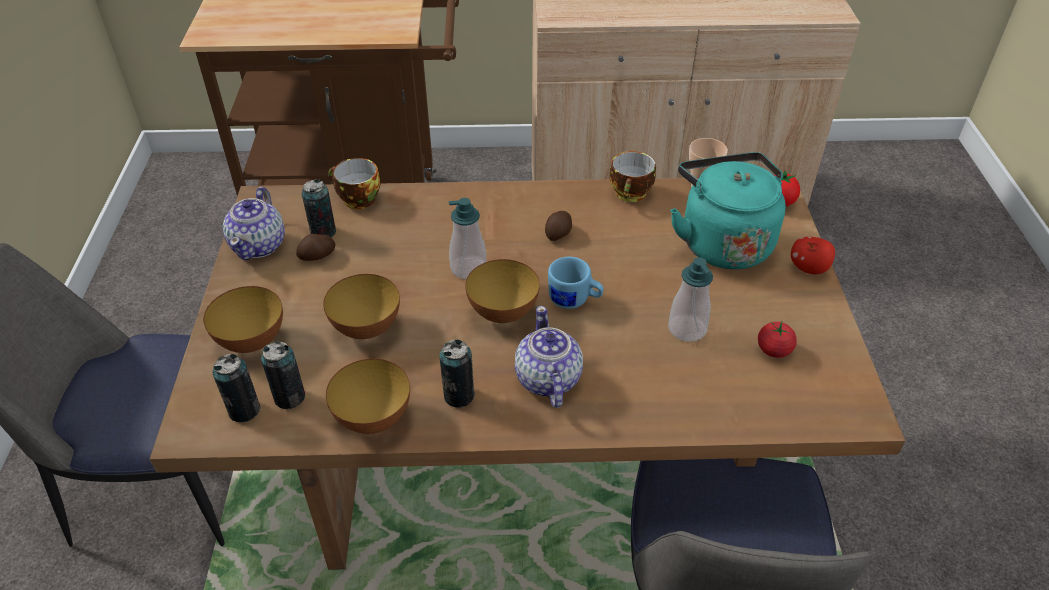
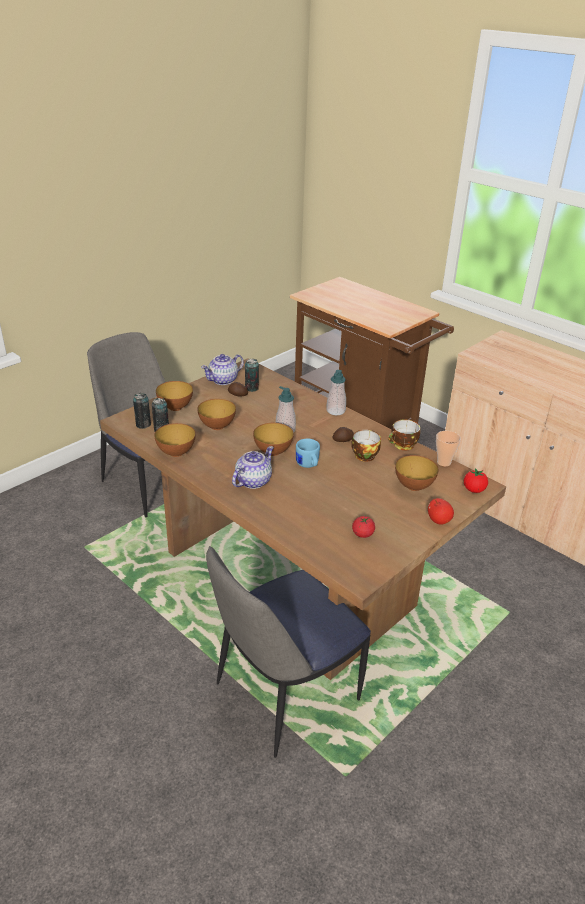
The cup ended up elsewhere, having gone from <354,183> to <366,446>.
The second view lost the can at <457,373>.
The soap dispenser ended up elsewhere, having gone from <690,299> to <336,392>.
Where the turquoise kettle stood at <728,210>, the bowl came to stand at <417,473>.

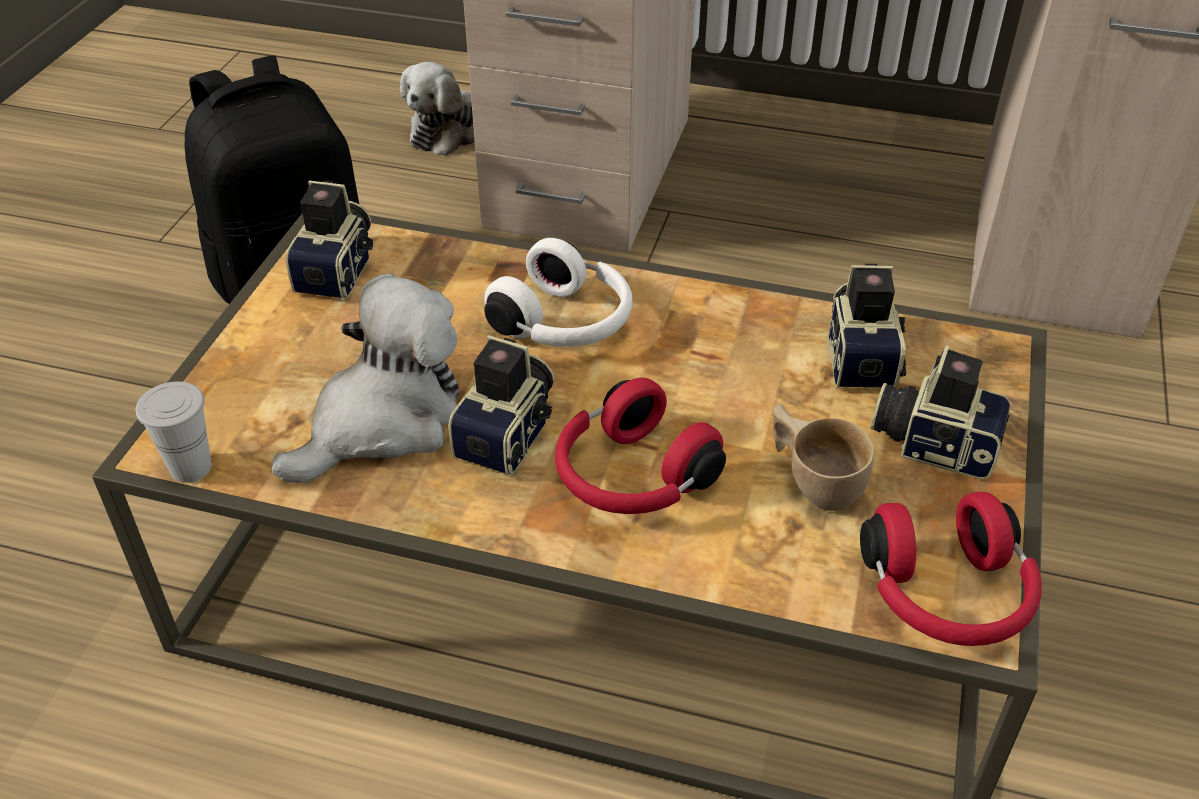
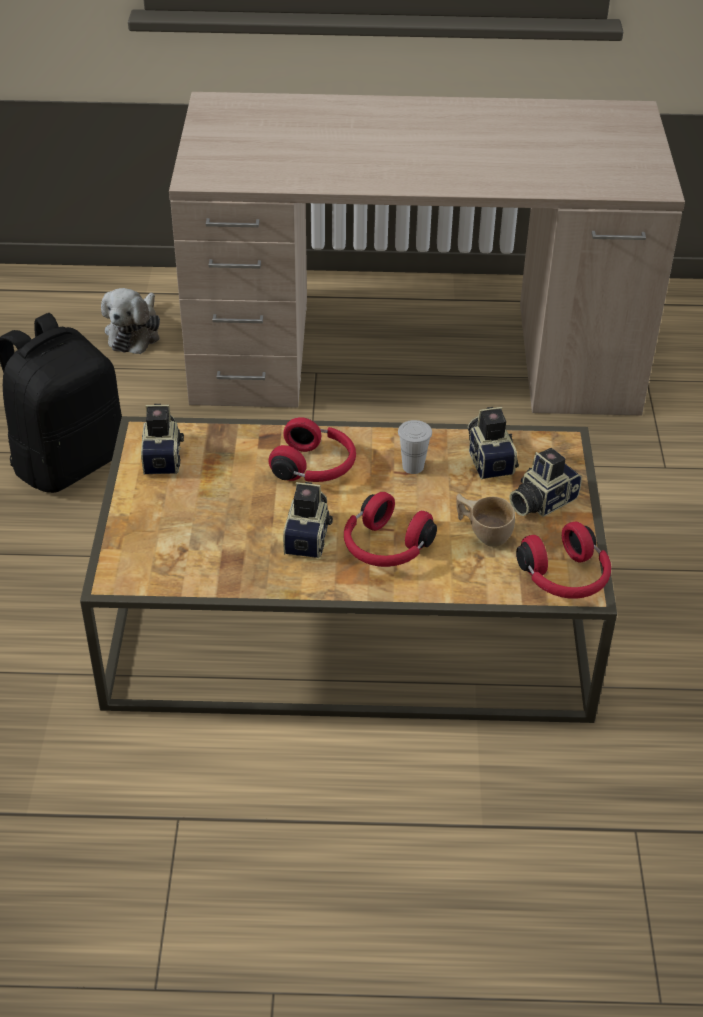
The white cup ended up elsewhere, having gone from <173,432> to <415,447>.
The second view lost the plush toy at <365,378>.
What was the white headphones at <558,292> turned into the red headphones at <312,449>.
The photo camera at <941,412> ended up facing another way, 45 degrees counterclockwise from before.

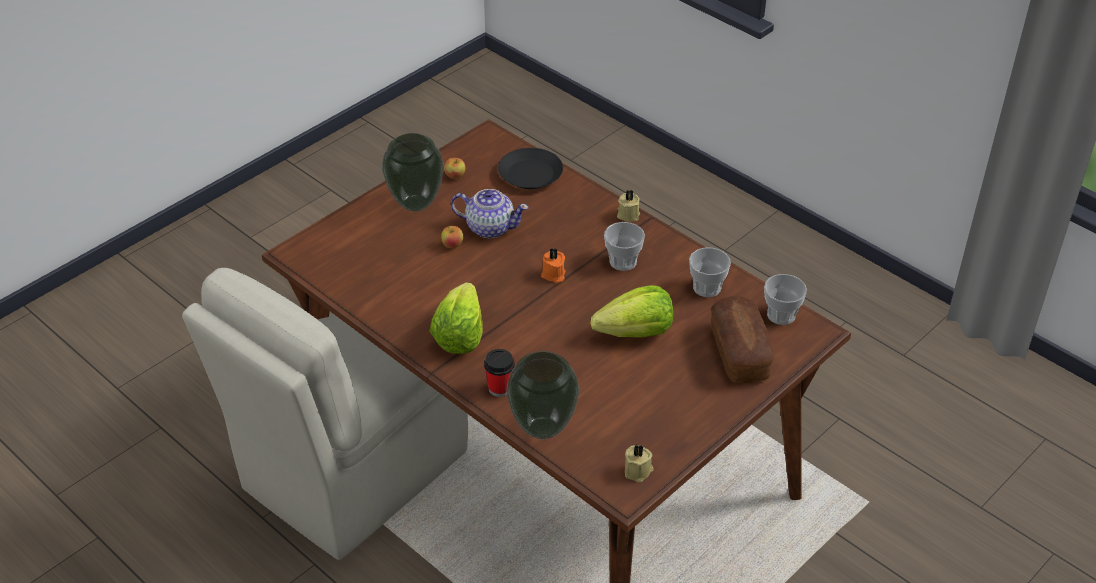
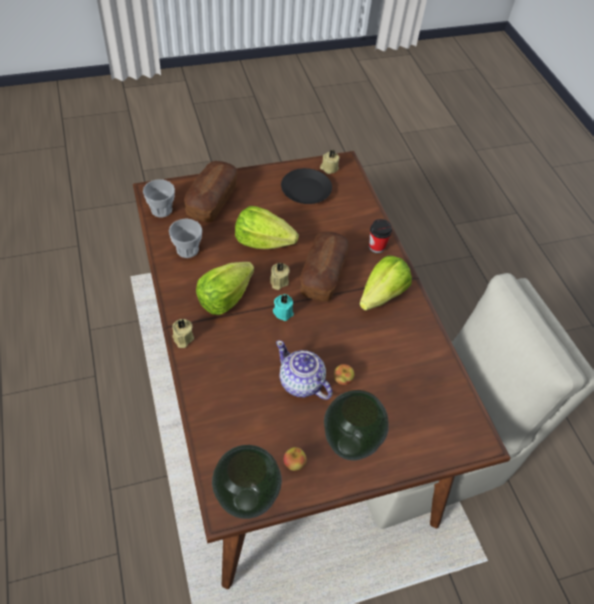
The black plate ended up elsewhere, having gone from <530,168> to <306,186>.
The vase ended up elsewhere, having gone from <542,395> to <247,482>.
What was the orange candle at <553,265> turned into the turquoise candle at <283,307>.
Where the cup stood at <624,246>, the lettuce came to stand at <225,288>.
The second view gained the beige candle at <280,276>.
The second view gained the bread at <324,266>.

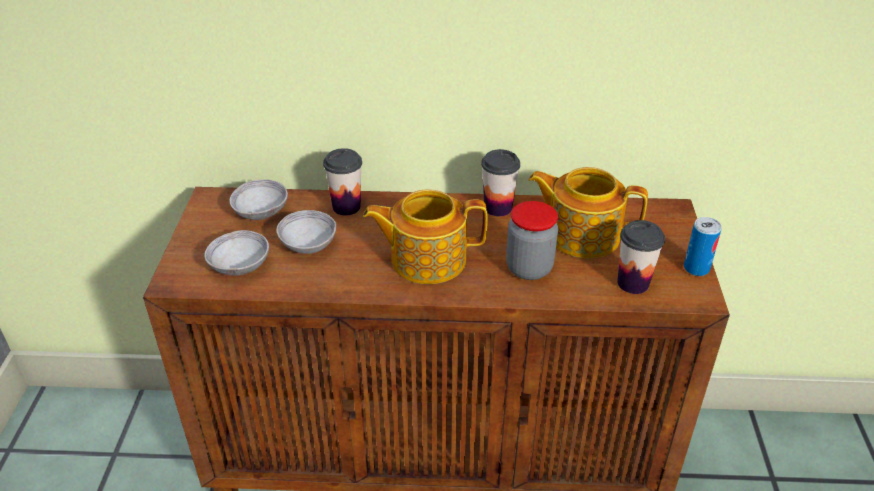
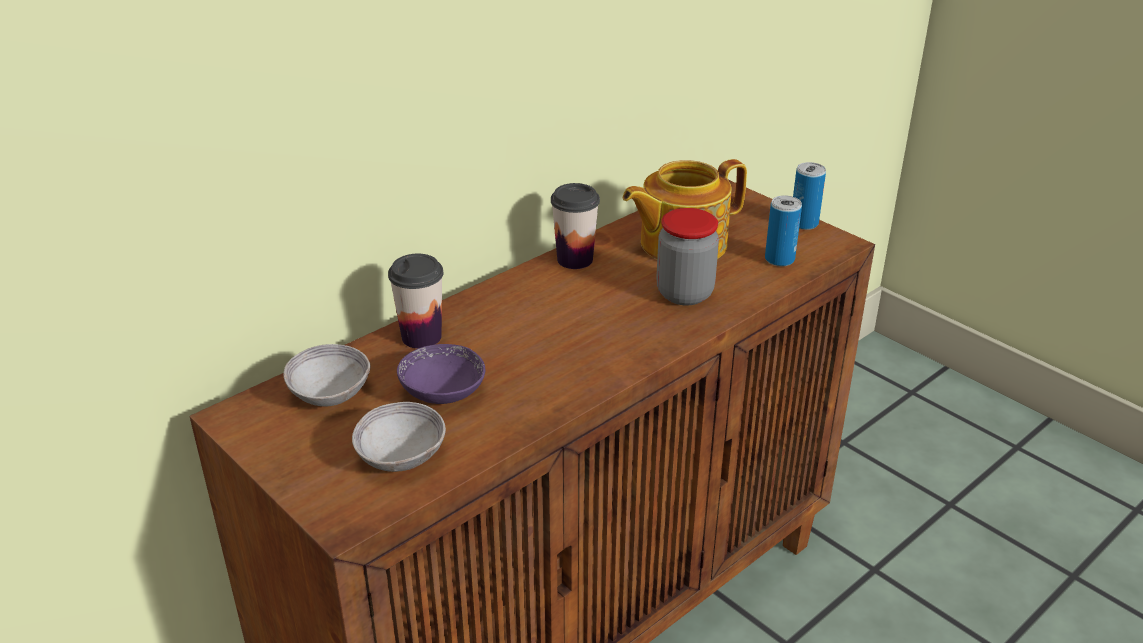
What was the grey bowl at <306,232> turned into the purple bowl at <441,374>.
The second view lost the teapot at <425,236>.
Where the cup stood at <641,257>, the can came to stand at <783,231>.

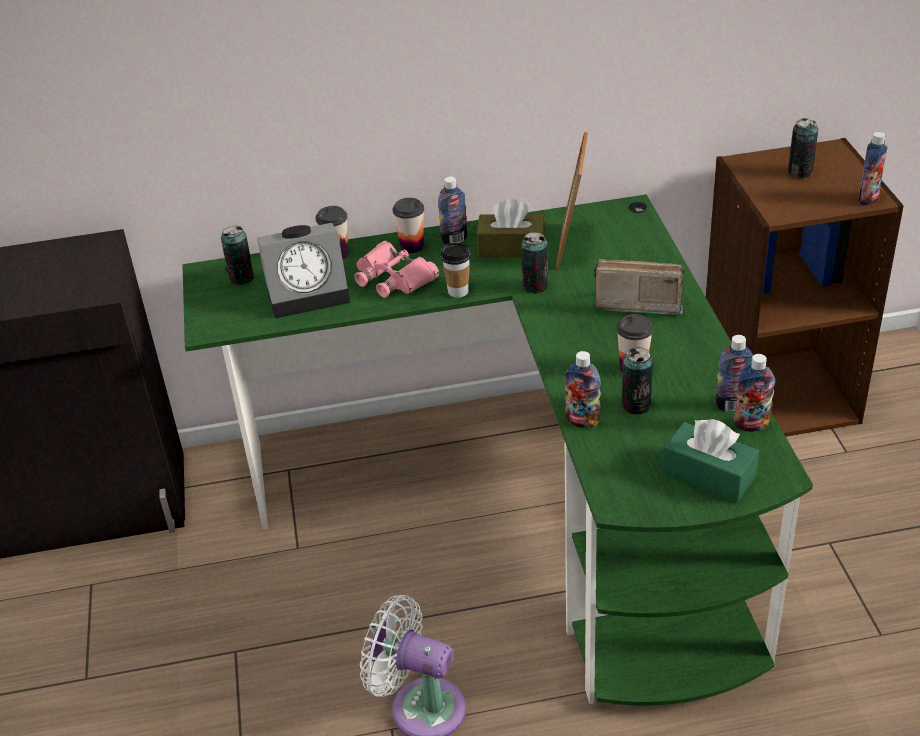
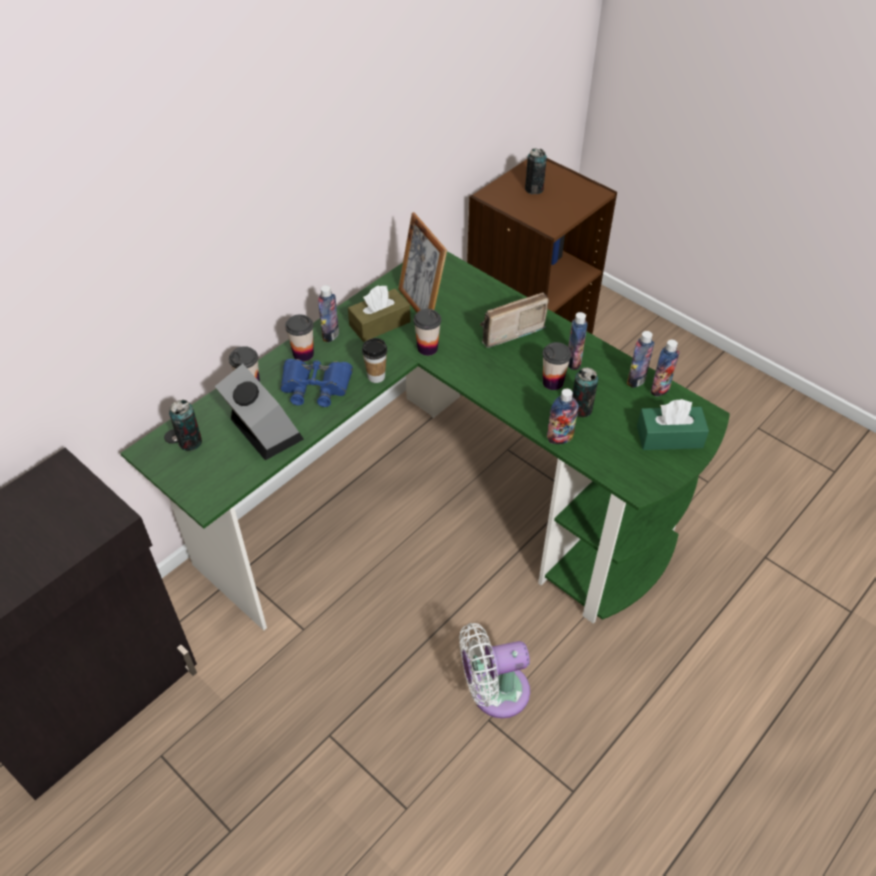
The alarm clock at <303,271> ended up facing another way, 75 degrees counterclockwise from before.
What was the pink binoculars at <396,269> turned into the blue binoculars at <316,383>.
Where the can stood at <534,263>, the cup came to stand at <427,332>.
The bottle ended up elsewhere, having gone from <873,169> to <577,341>.

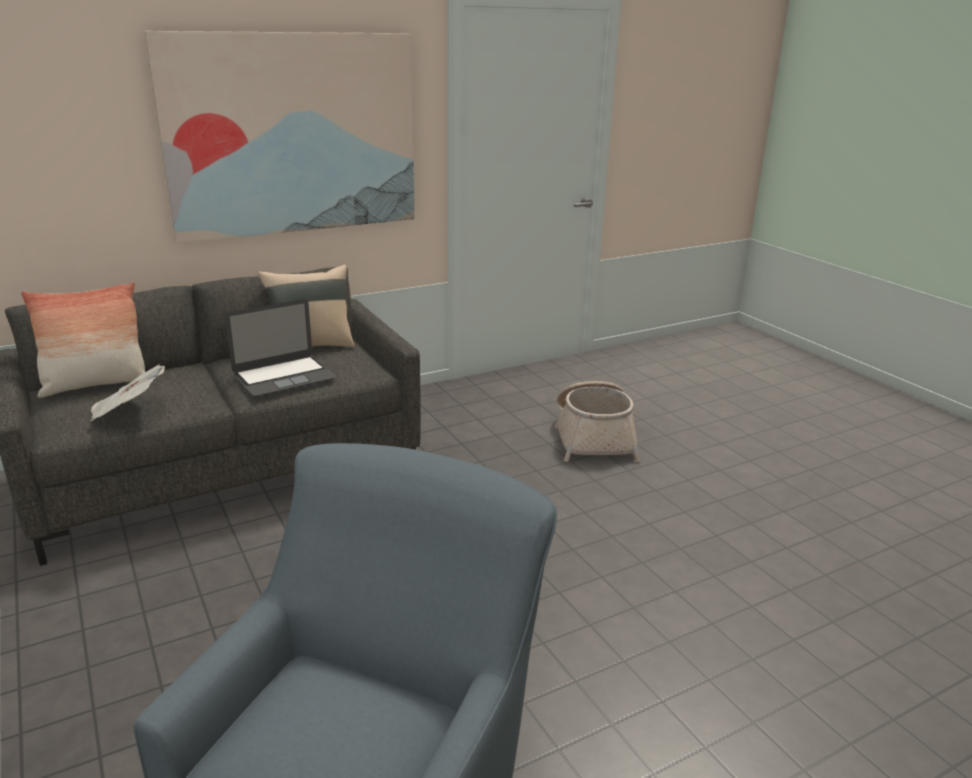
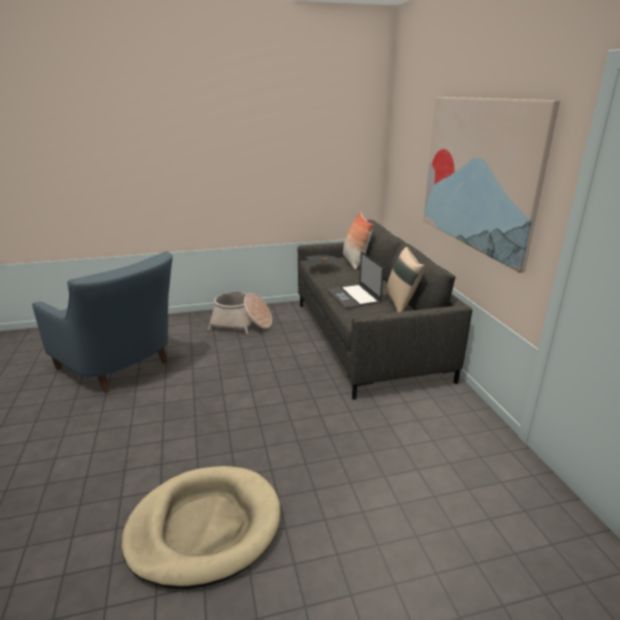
The basket ended up elsewhere, having gone from <597,421> to <240,312>.
The second view gained the beige dog bed at <201,527>.

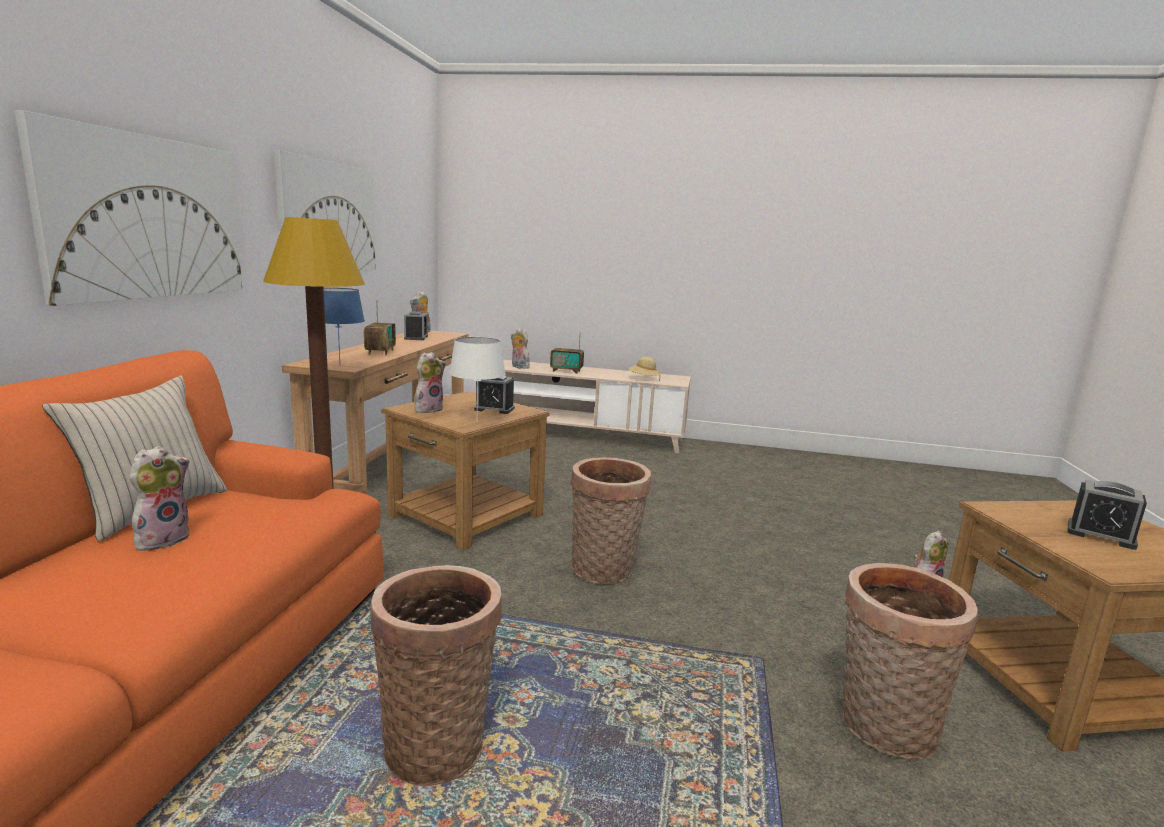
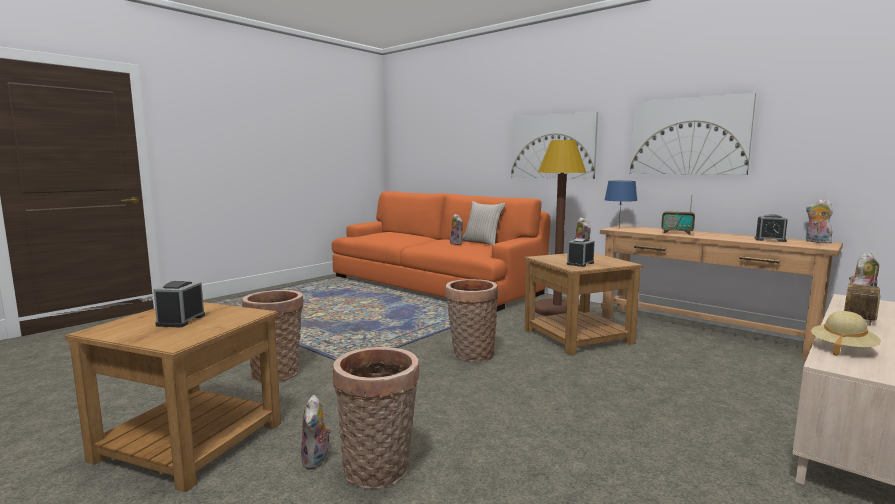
The basket ended up elsewhere, having gone from <436,675> to <376,418>.
The second view lost the white table lamp at <477,376>.
The alarm clock at <1107,514> ended up facing another way, 60 degrees counterclockwise from before.

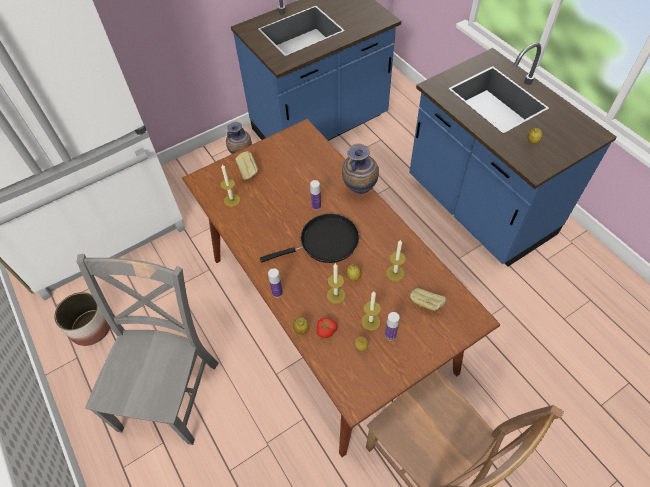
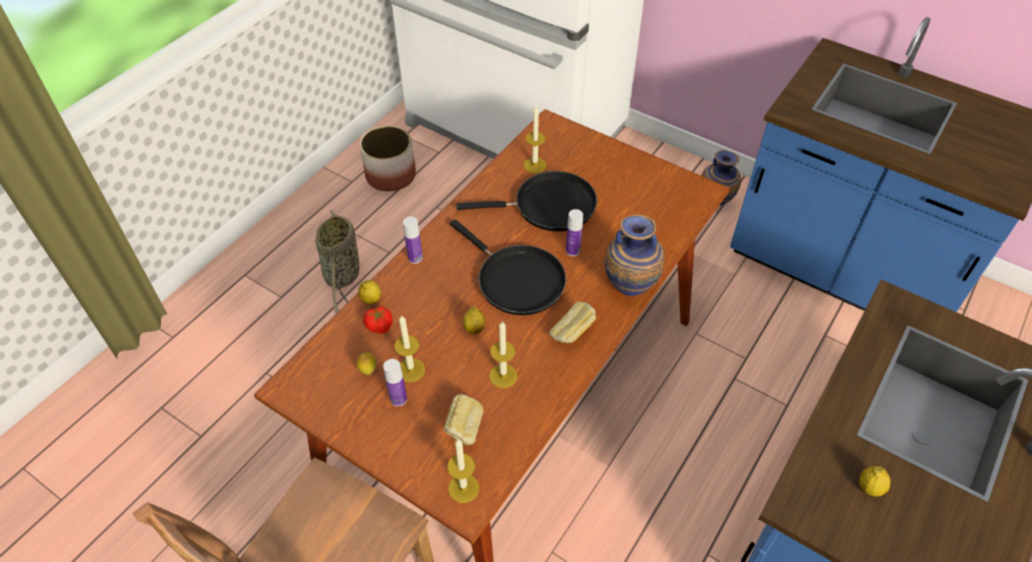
Where the grey chair stood at <148,349>, the basket came to stand at <336,262>.
The bread ended up elsewhere, having gone from <246,165> to <572,322>.
The candle ended up elsewhere, having gone from <336,283> to <463,471>.
The second view gained the black frying pan at <527,201>.

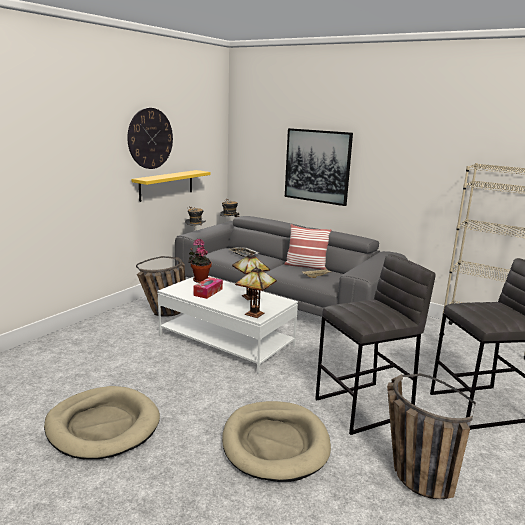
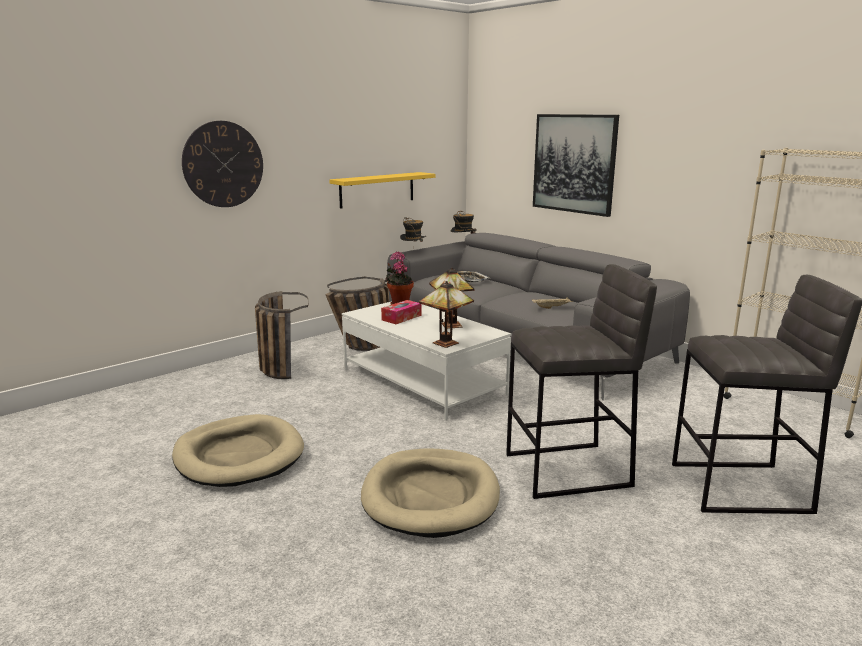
The wall clock ended up elsewhere, having gone from <150,138> to <222,164>.
The second view lost the pillow at <308,247>.
The basket ended up elsewhere, having gone from <431,436> to <282,335>.

